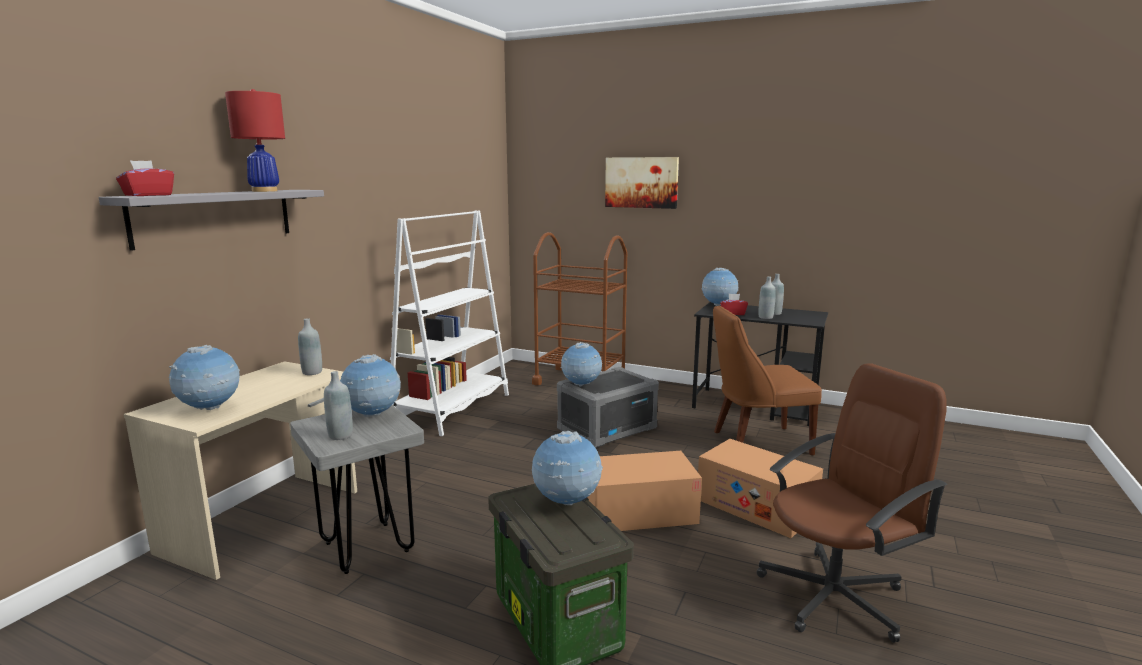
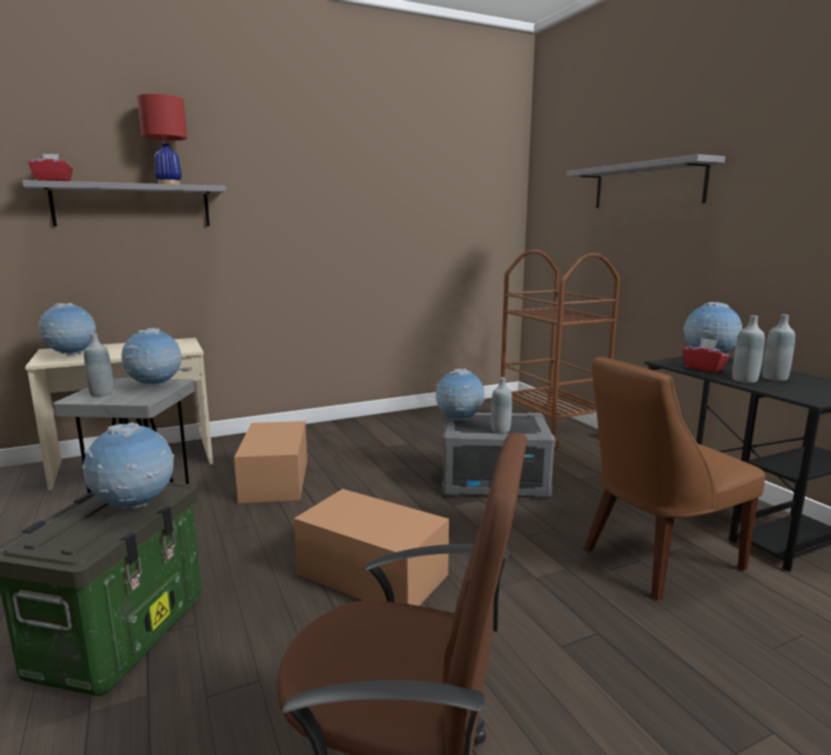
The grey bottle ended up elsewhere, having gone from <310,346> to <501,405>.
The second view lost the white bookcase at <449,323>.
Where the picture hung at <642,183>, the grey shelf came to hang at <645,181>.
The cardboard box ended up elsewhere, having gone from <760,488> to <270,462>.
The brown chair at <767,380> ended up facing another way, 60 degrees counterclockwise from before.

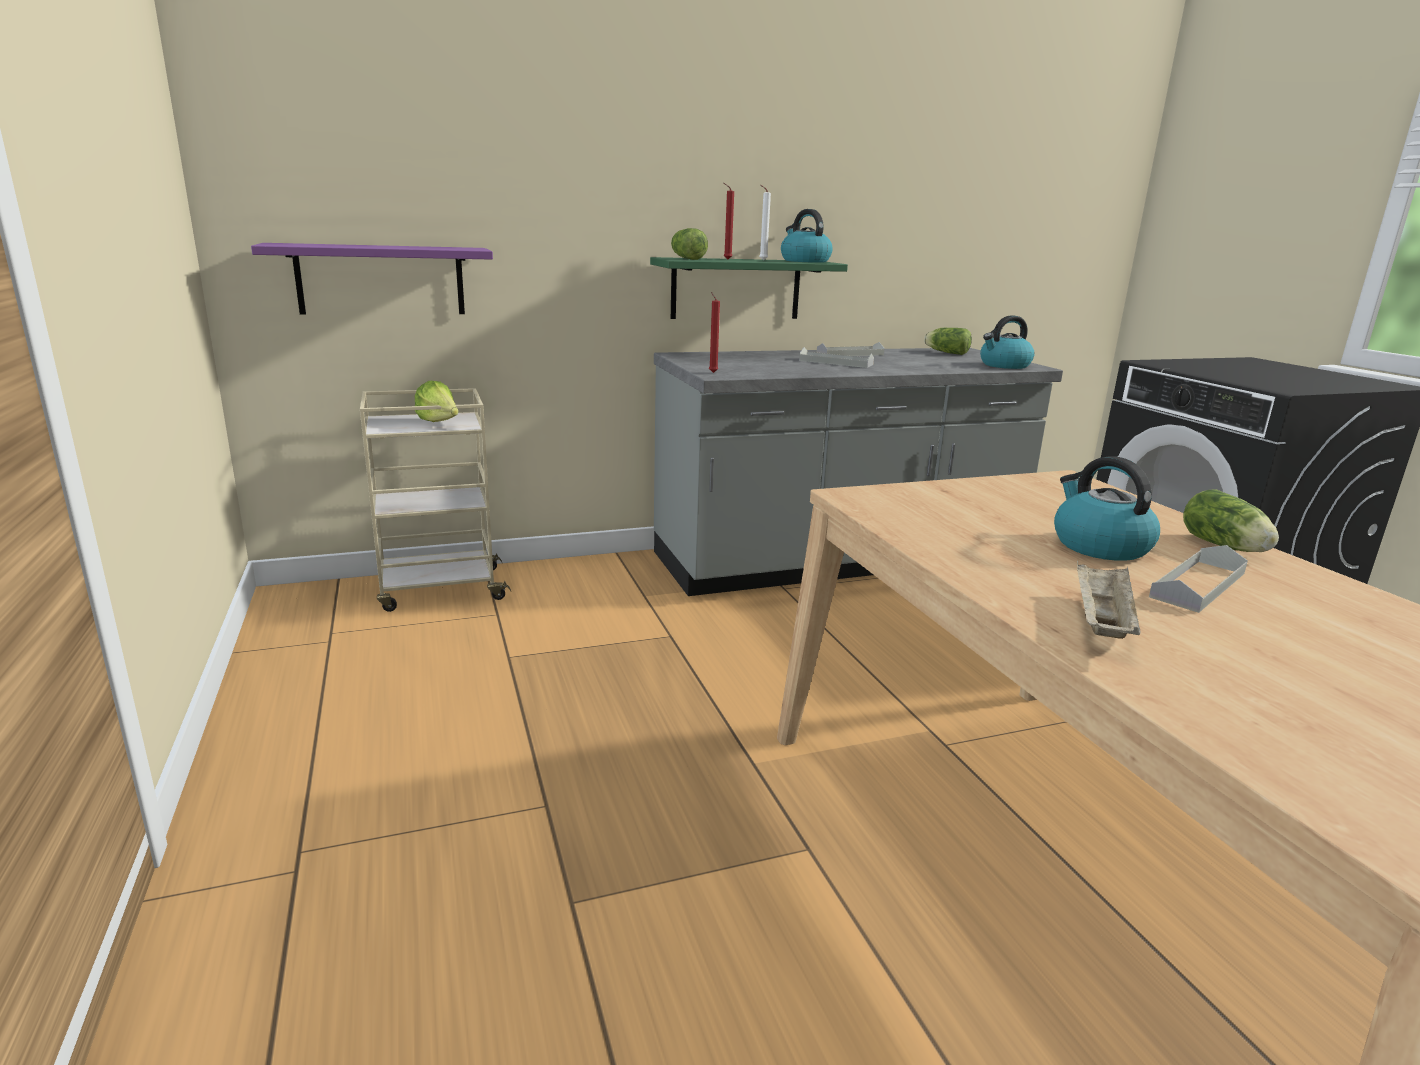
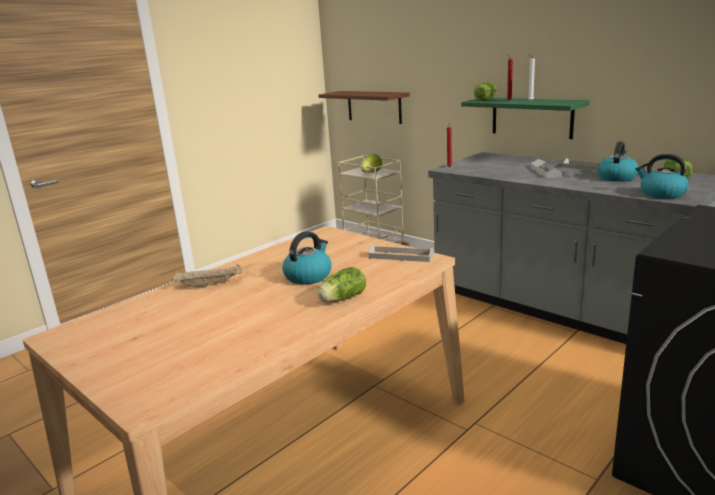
What was the purple shelf at <372,278> turned into the brown shelf at <364,107>.
The kettle ended up elsewhere, having gone from <807,236> to <618,161>.
The grey tray ended up elsewhere, having gone from <1198,579> to <401,253>.

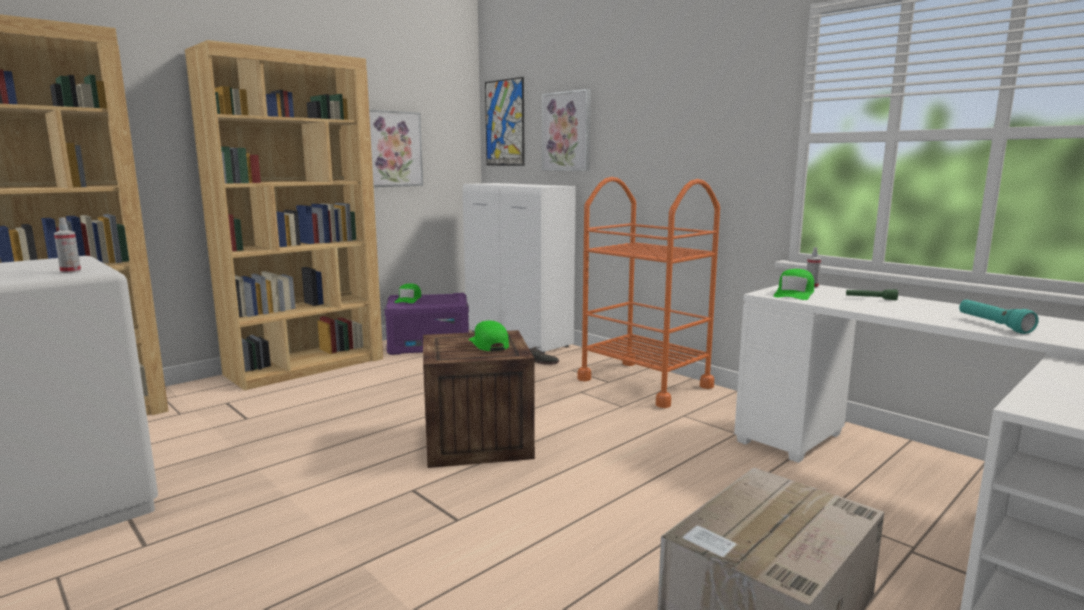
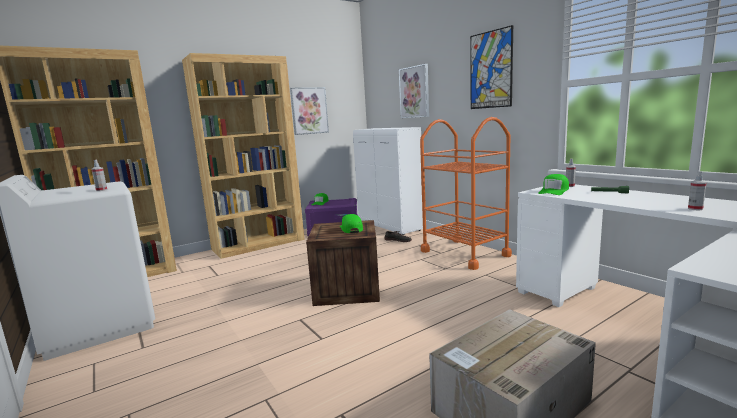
The picture ended up elsewhere, having gone from <505,121> to <491,67>.
Where the turquoise flashlight stood at <999,316>, the spray bottle came to stand at <697,190>.

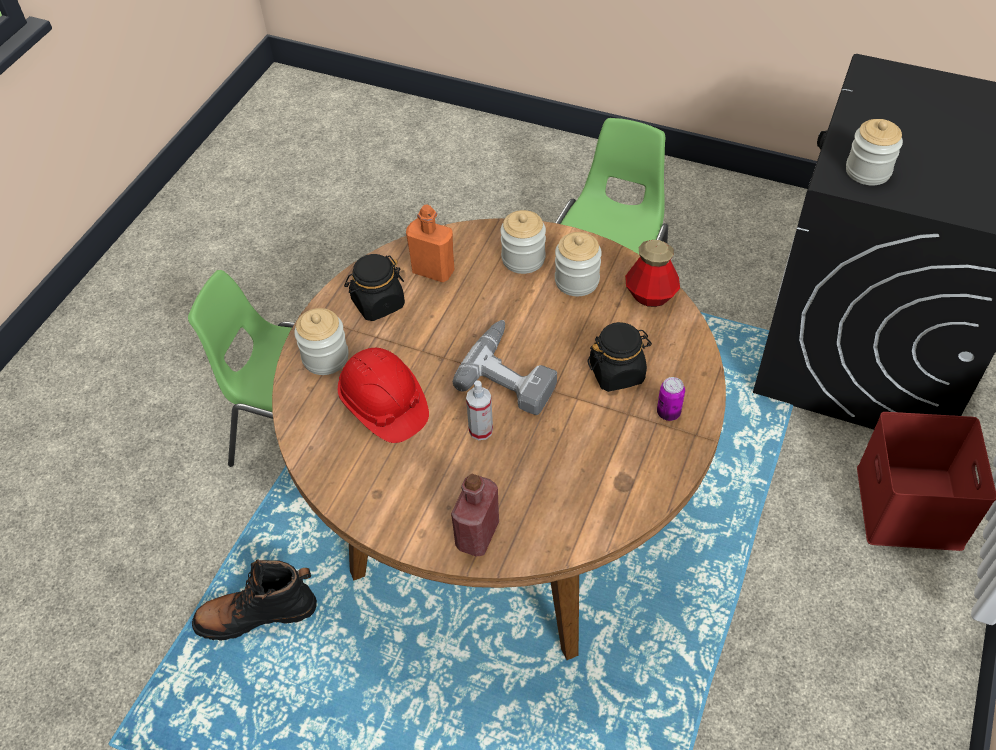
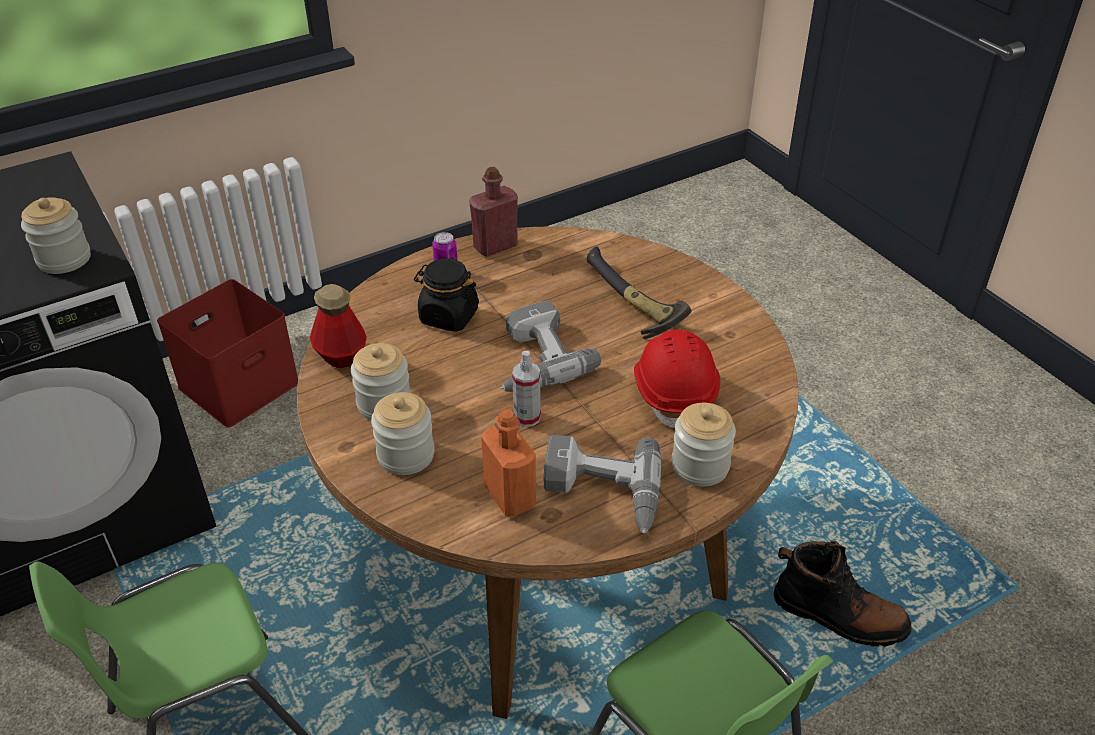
Where the black jar stood at <374,287>, the power drill came to stand at <602,484>.
The red bottle ended up elsewhere, having gone from <475,515> to <493,212>.
The spray bottle ended up elsewhere, having gone from <479,410> to <526,389>.
The second view gained the hammer at <639,292>.

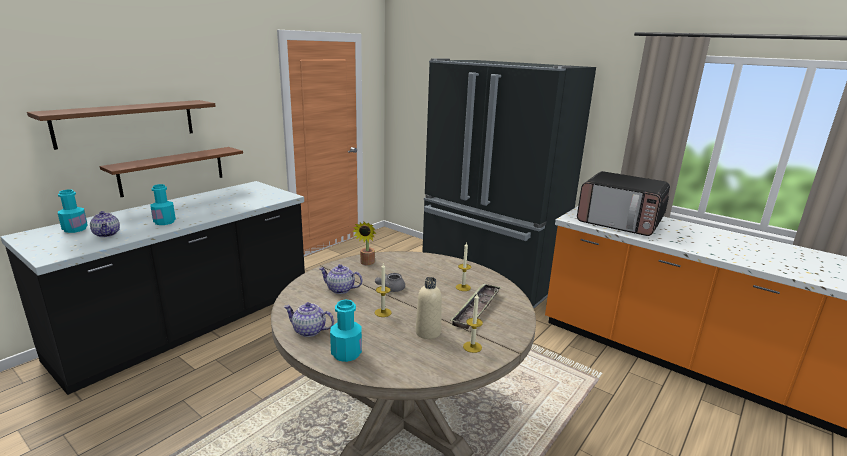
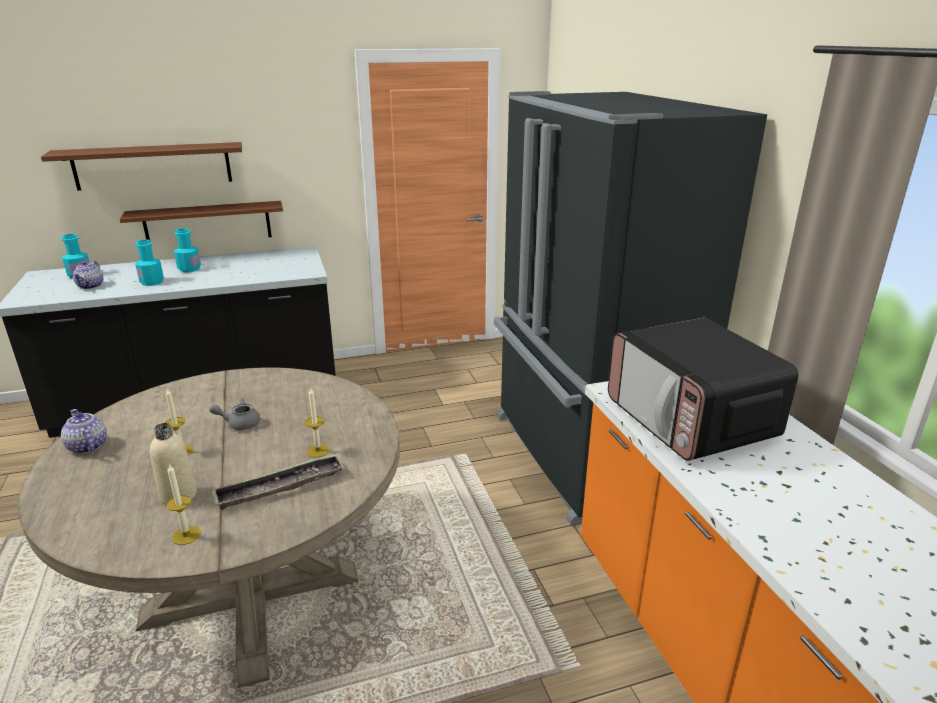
The second view lost the teapot at <341,279>.
The turquoise bottle ended up elsewhere, having gone from <346,330> to <187,250>.
The second view lost the potted plant at <364,243>.

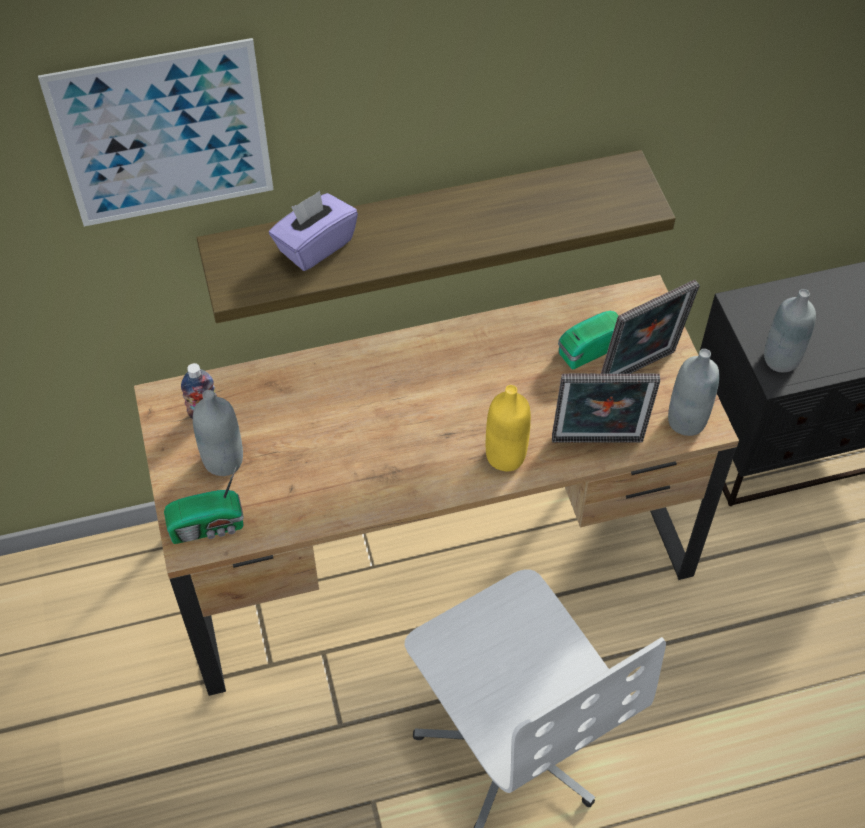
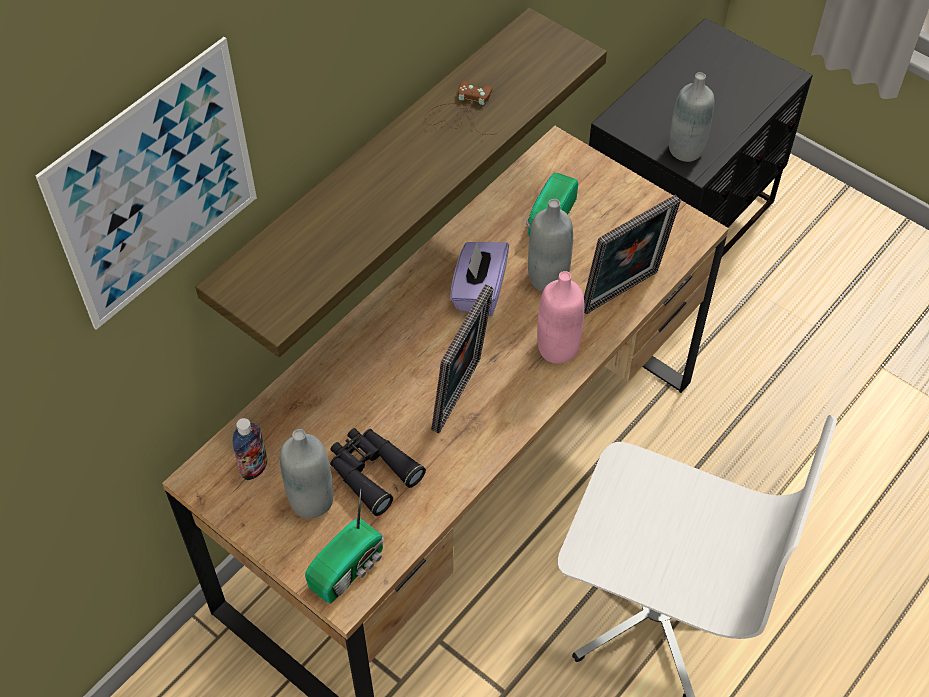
The purple tissue box ended up elsewhere, having gone from <313,231> to <479,279>.
What was the yellow bottle at <508,428> turned into the pink bottle at <560,317>.
The picture frame ended up elsewhere, having gone from <650,327> to <462,358>.
The grey bottle ended up elsewhere, having gone from <694,392> to <550,245>.
The second view gained the black binoculars at <378,472>.
The second view gained the brown game controller at <461,107>.

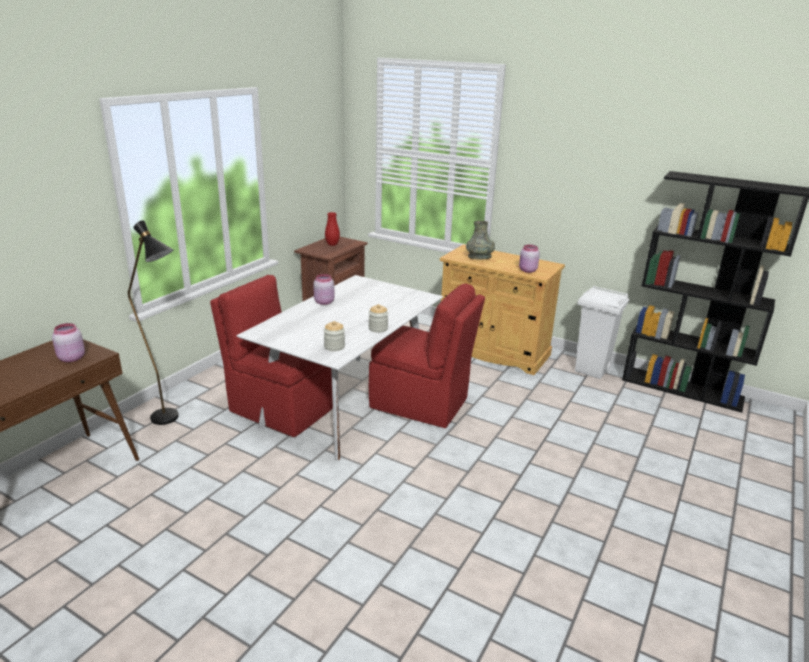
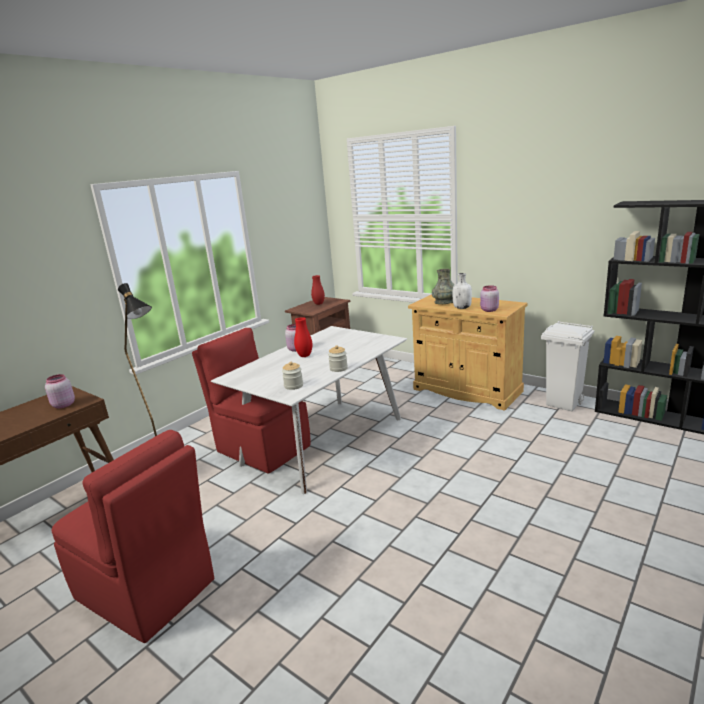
The red chair ended up elsewhere, having gone from <427,355> to <132,536>.
The second view gained the red vase at <303,337>.
The second view gained the white bottle at <462,291>.

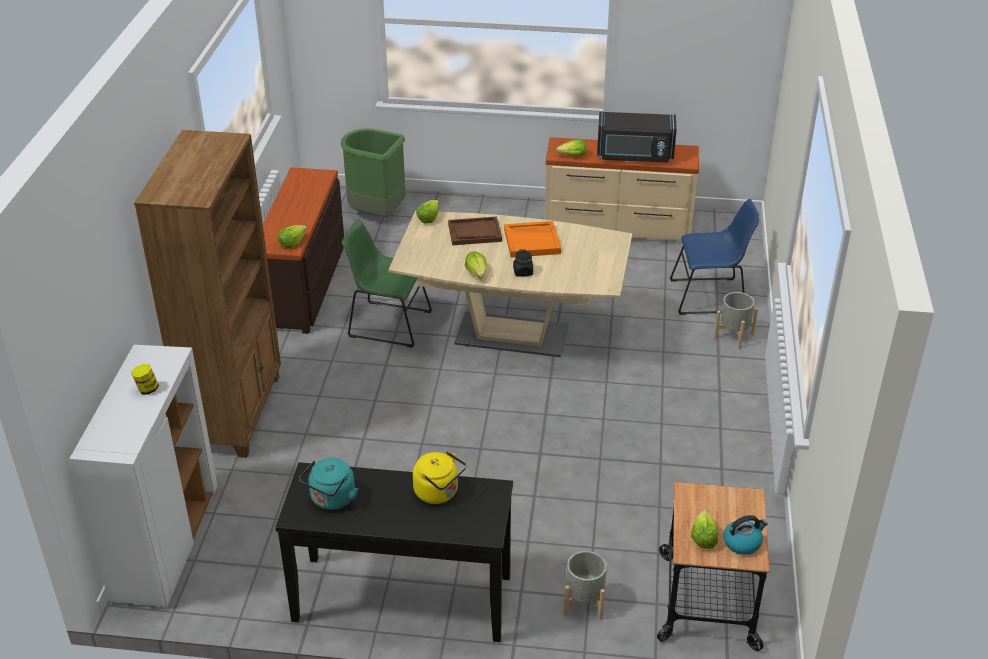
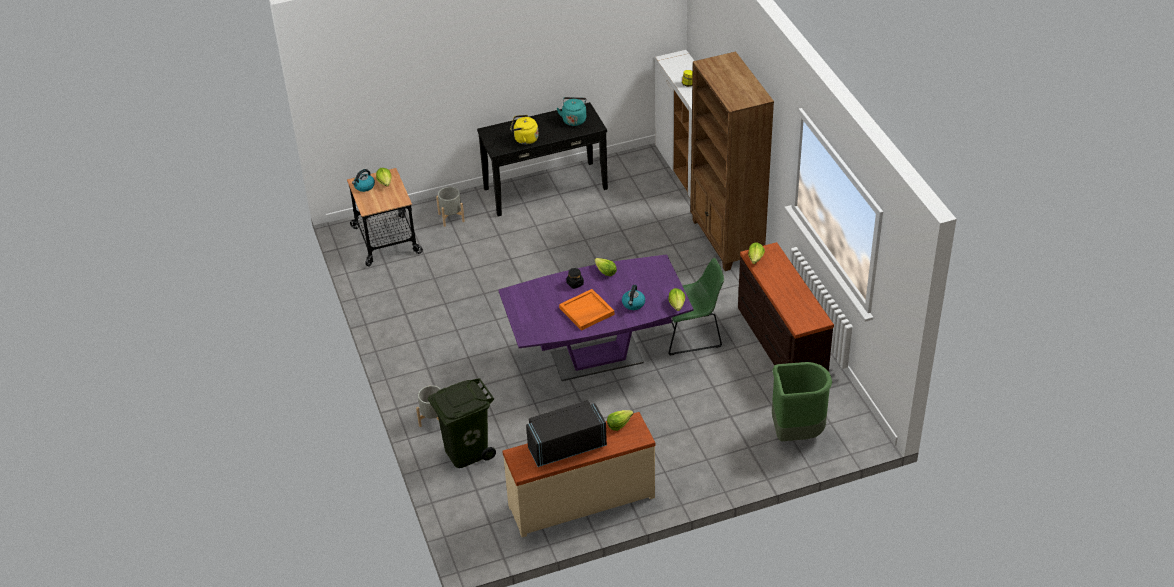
What was the beige dining table at <510,284> turned into the purple dining table at <596,317>.
Where the brown tray stood at <475,230>, the kettle came to stand at <633,297>.
Where the blue chair stood at <714,257>, the green trash can came to stand at <462,423>.

